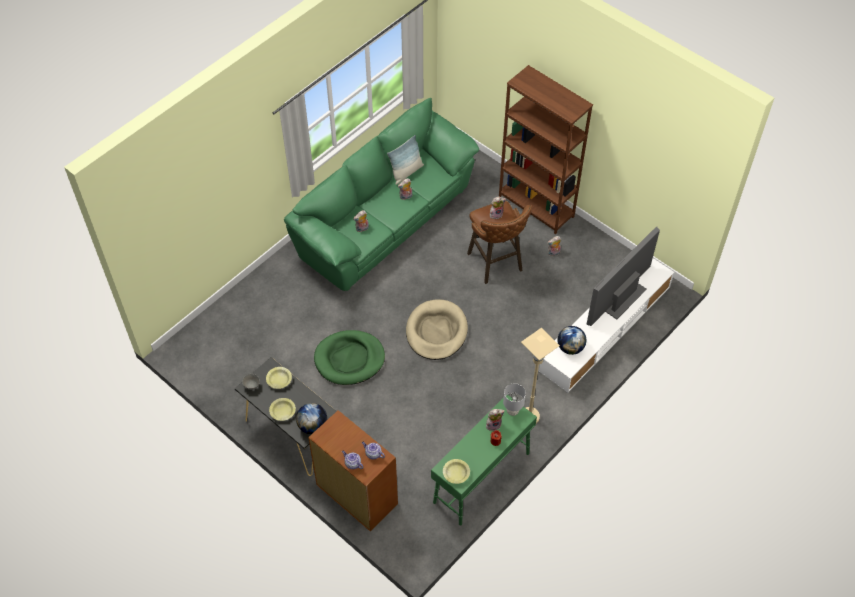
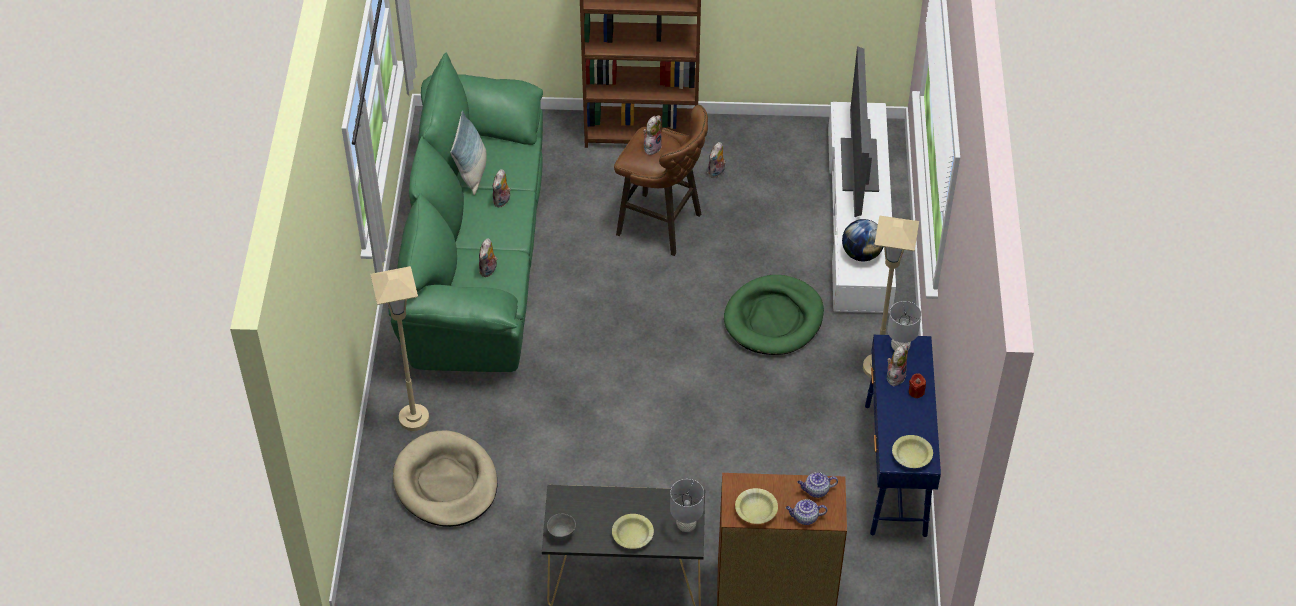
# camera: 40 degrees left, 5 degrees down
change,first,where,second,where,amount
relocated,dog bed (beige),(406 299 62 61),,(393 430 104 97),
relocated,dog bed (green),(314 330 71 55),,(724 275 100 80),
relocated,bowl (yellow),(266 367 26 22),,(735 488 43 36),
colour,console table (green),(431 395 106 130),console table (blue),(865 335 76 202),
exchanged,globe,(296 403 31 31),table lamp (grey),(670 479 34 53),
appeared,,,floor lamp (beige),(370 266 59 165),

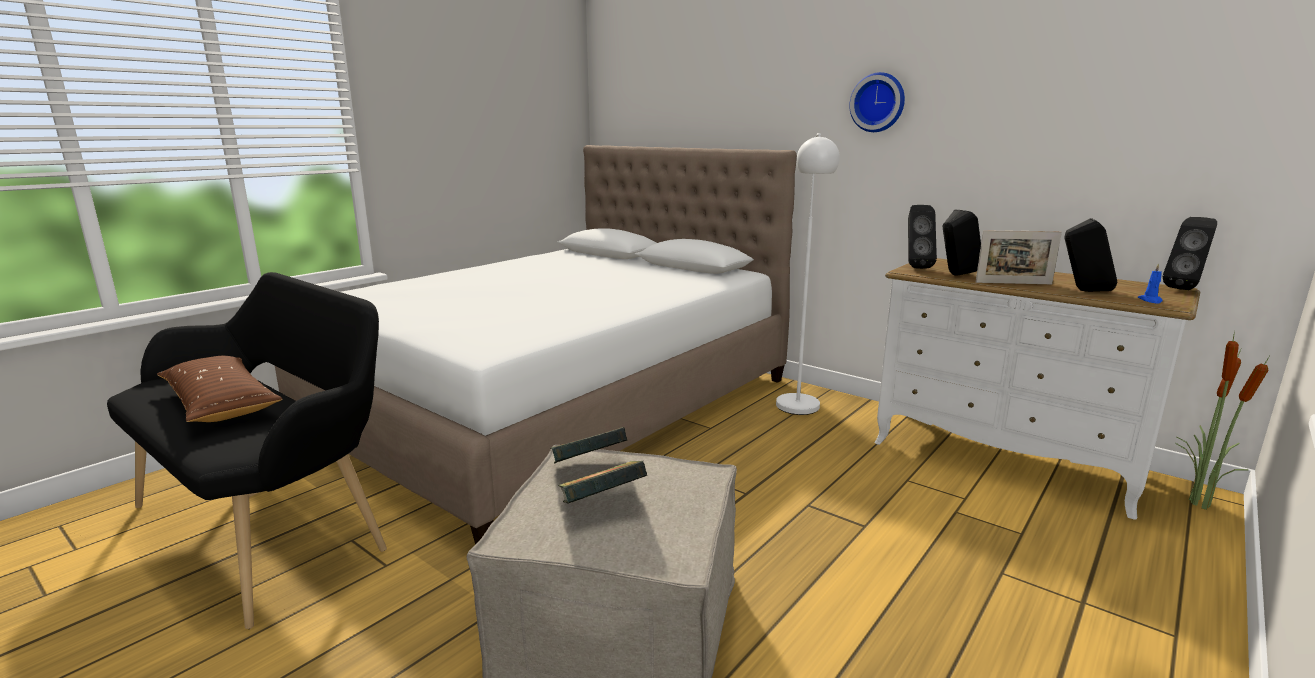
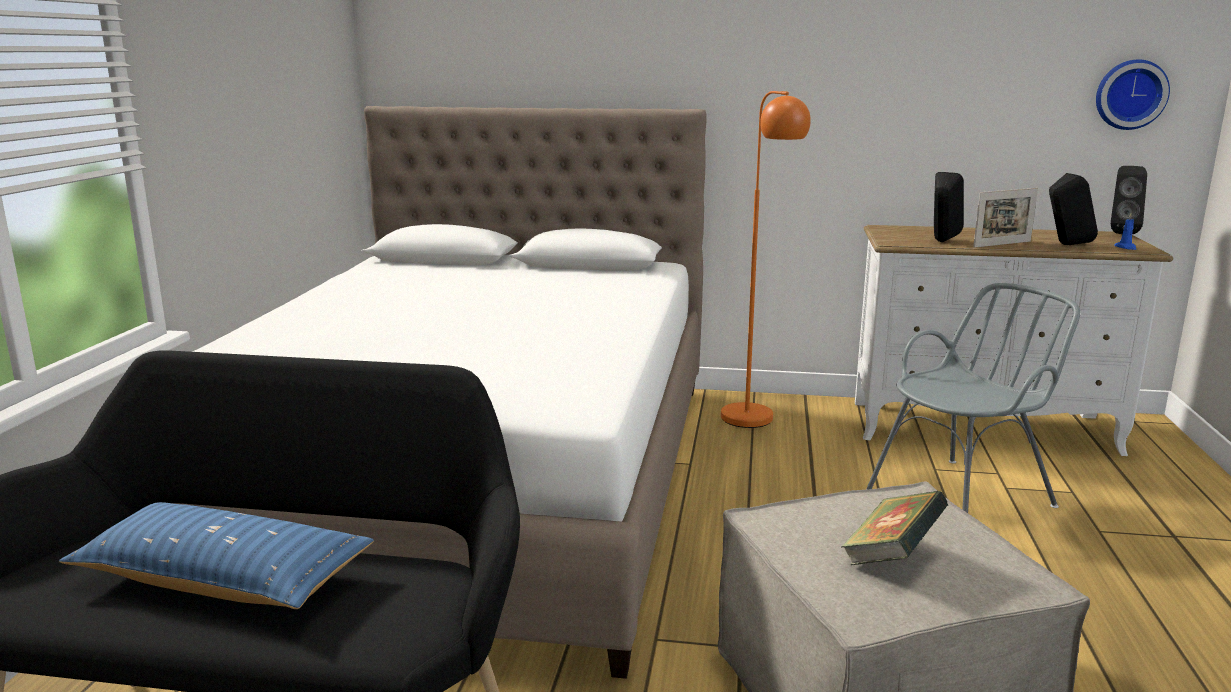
# camera: 30 degrees left, 0 degrees up
change,first,where,second,where,amount
relocated,wall clock,(849 72 56 60),,(1096 59 74 71),
colour,floor lamp (white),(776 133 64 282),floor lamp (orange),(721 91 90 337),
missing,speaker (black),(908 205 29 64),,,
missing,potted plant,(1175 330 94 180),,,
colour,pillow (brown),(157 356 126 66),pillow (blue),(59 502 315 107),
missing,book,(550 427 77 37),,,
appeared,,,chair (grey),(866 283 214 230),

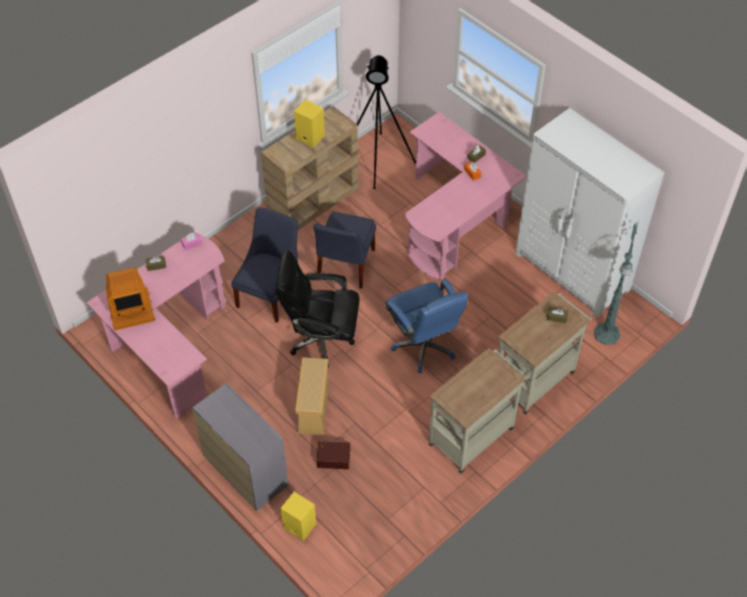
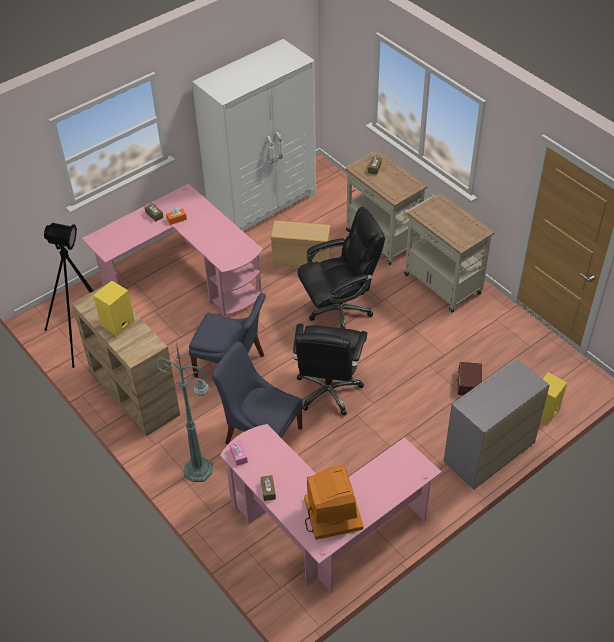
# camera: 85 degrees left, 5 degrees down
change,first,where,second,where,amount
relocated,floor lamp (green),(594 220 45 125),,(155 343 58 139),
colour,office chair (blue),(385 279 83 94),office chair (black),(298 207 87 122),
relocated,storage box (beige),(295 357 34 78),,(271 221 59 46),

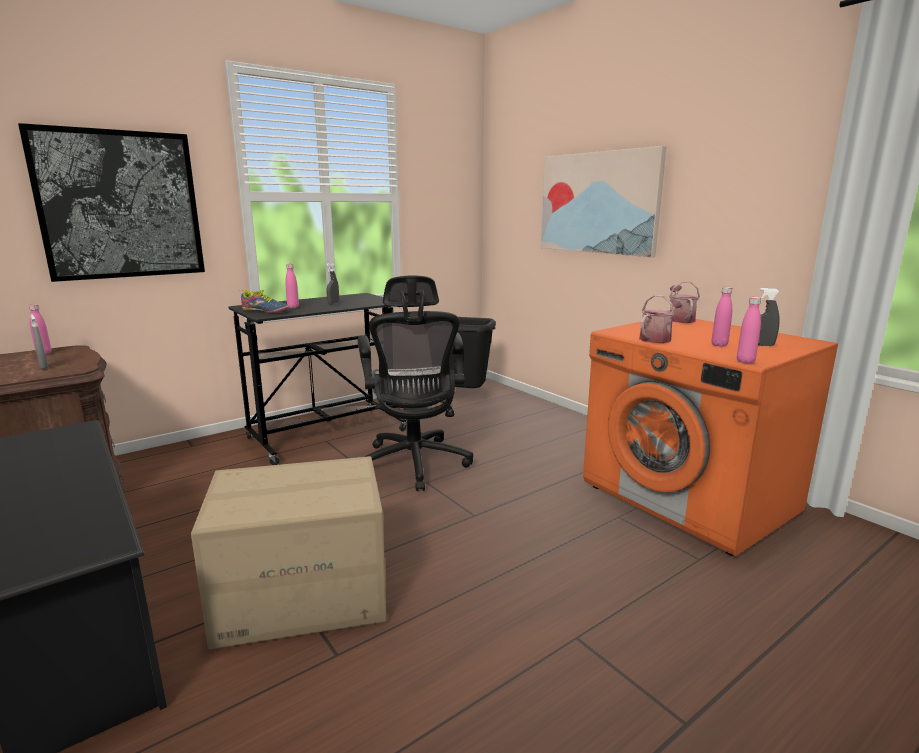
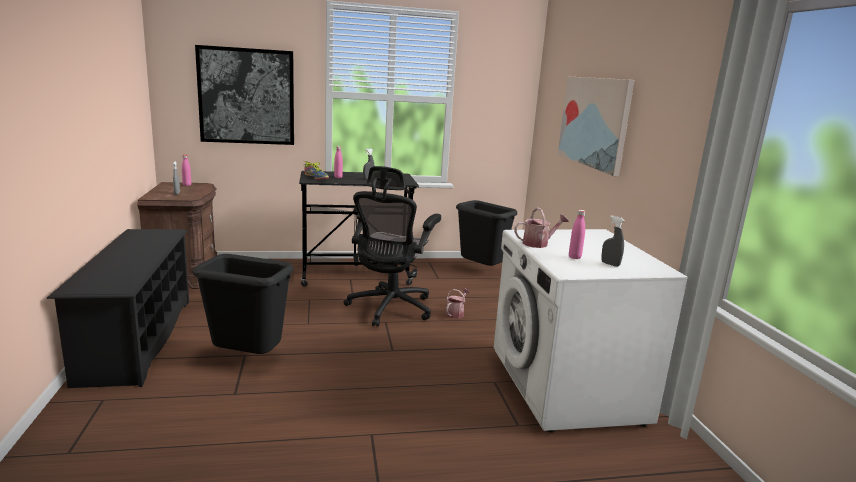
# camera: 25 degrees right, 0 degrees up
change,first,where,second,where,amount
relocated,watering can,(669 282 31 41),,(445 288 25 31),
missing,bottle (pink),(737 297 24 66),,,
colour,washing machine (orange),(583 319 255 237),washing machine (white),(494 229 194 204),
exchanged,cardboard box,(191 456 196 193),trash can (black),(193 254 101 100),

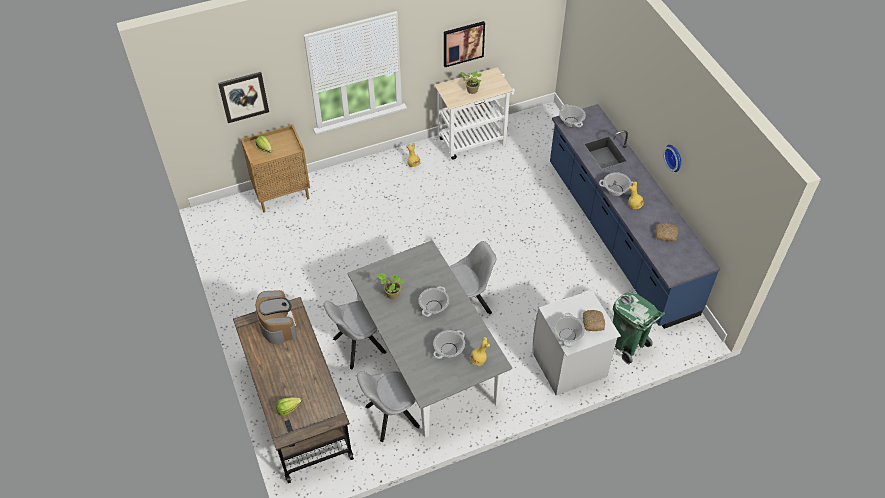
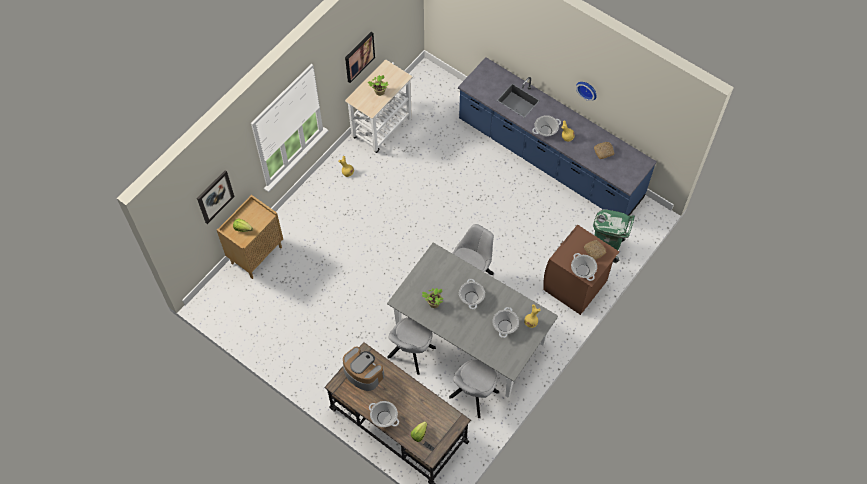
# camera: 30 degrees left, 10 degrees up
change,first,where,second,where,amount
relocated,cooking pot,(559 104 27 23),,(369 401 30 26),
colour,washing machine (white),(532 289 89 107),washing machine (brown),(543 224 76 91),

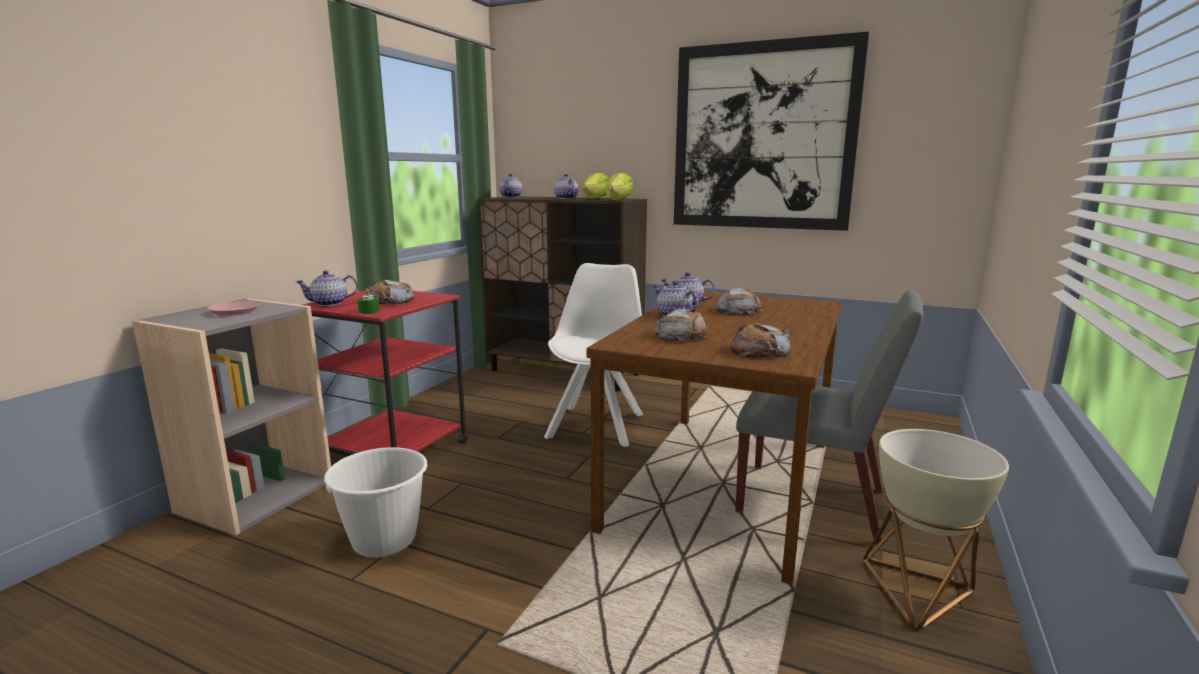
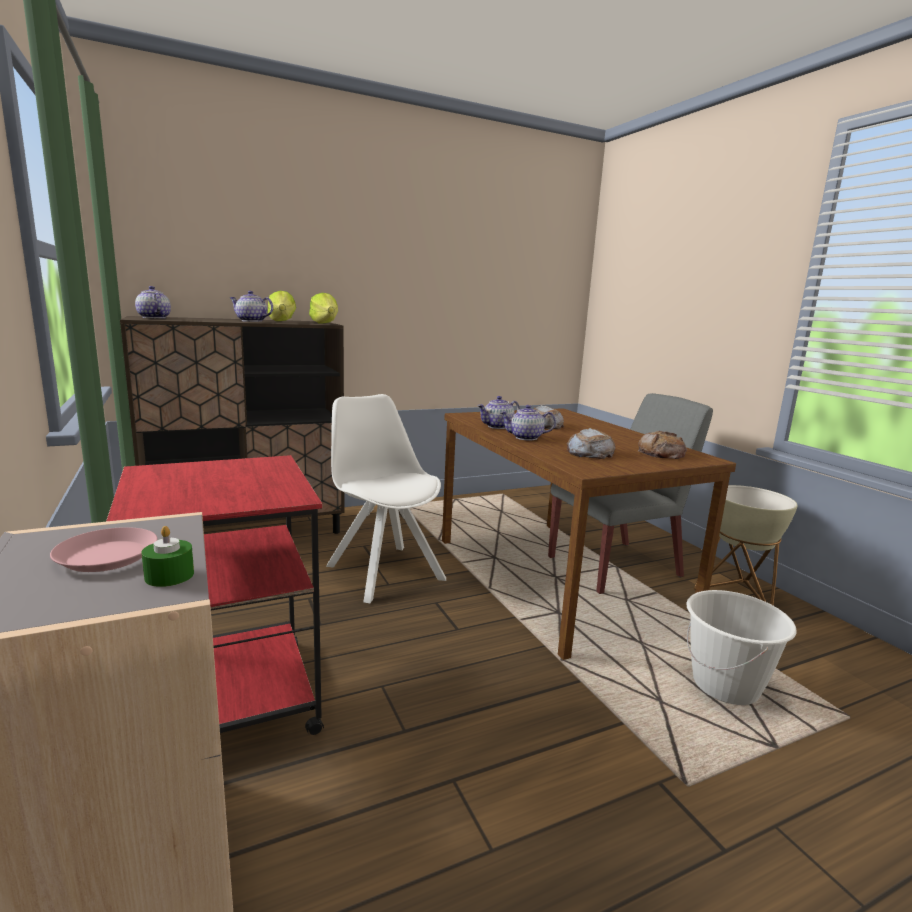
# camera: 50 degrees left, 0 degrees up
change,first,where,second,where,amount
missing,picture,(674 31 195 200),,,
missing,teapot,(295 270 63 36),,,
missing,bread,(368 280 47 24),,,
relocated,candle (green),(358 289 22 25),,(141 526 53 61),
relocated,bucket (white),(323 447 105 111),,(686 590 111 115),

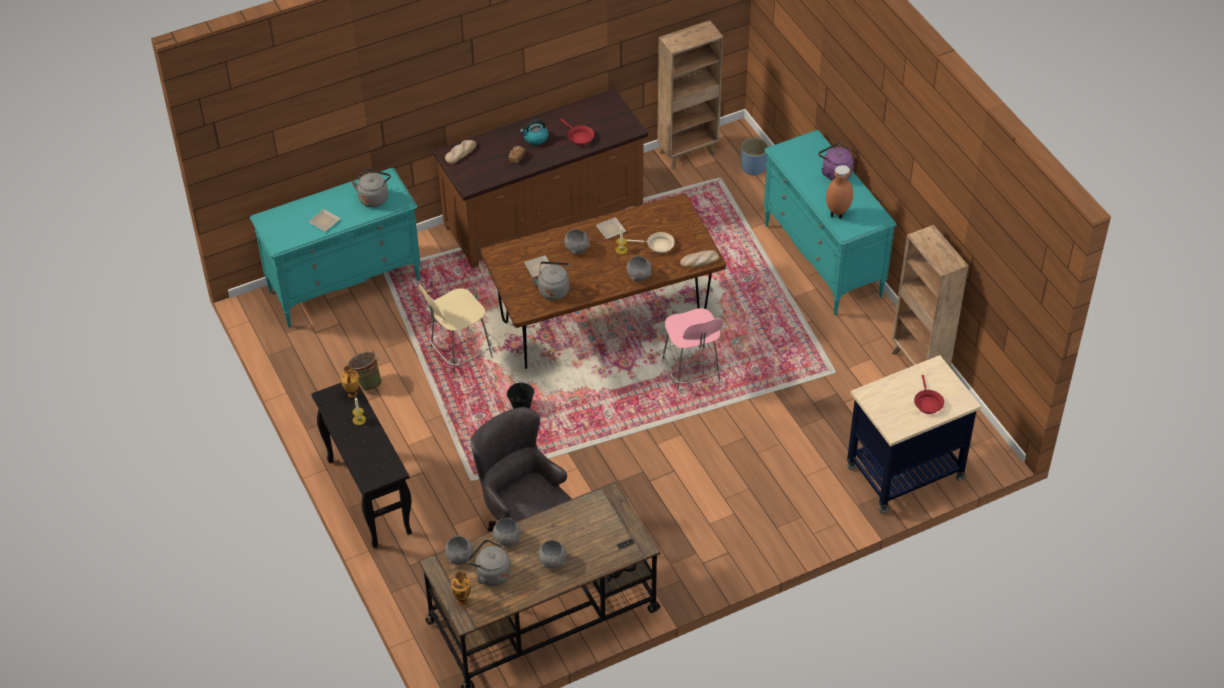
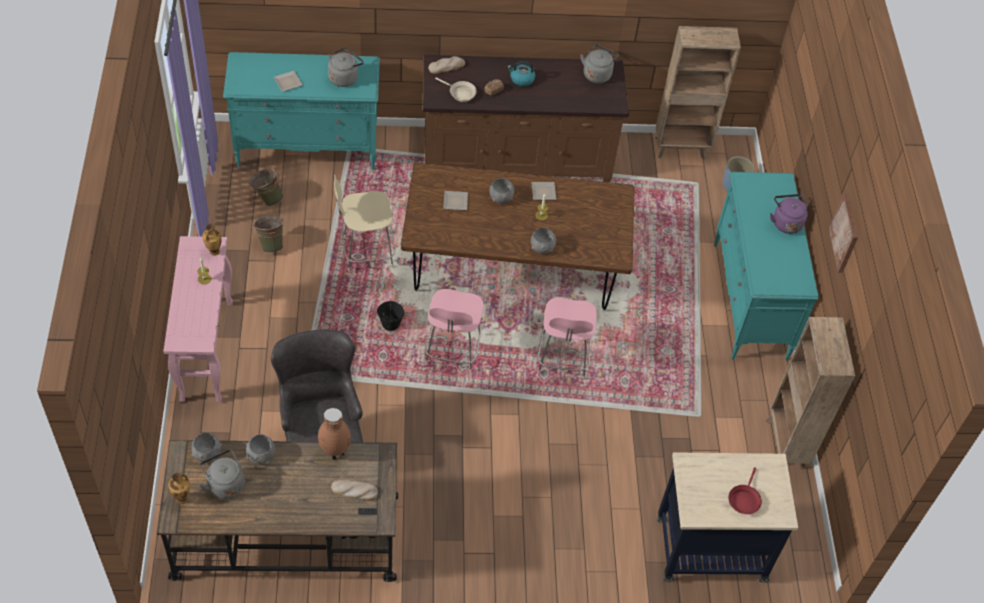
# camera: 20 degrees right, 5 degrees up
change,first,where,second,where,amount
missing,frying pan (red),(560 119 34 26),,,
relocated,vase (brown),(826 165 27 54),,(318 408 33 52),
relocated,frying pan (beige),(627 232 48 22),,(435 77 42 25),
relocated,bread,(680 250 39 18),,(331 479 47 22),
relocated,kettle (grey),(531 261 39 39),,(581 45 38 38),
colour,console table (black),(311 383 101 165),console table (pink),(163 236 70 167),
missing,bowl (grey),(538 540 28 29),,,
appeared,,,bucket (green),(249 167 34 39),
appeared,,,picture,(829 193 29 80),
appeared,,,chair (pink),(425 289 58 84),

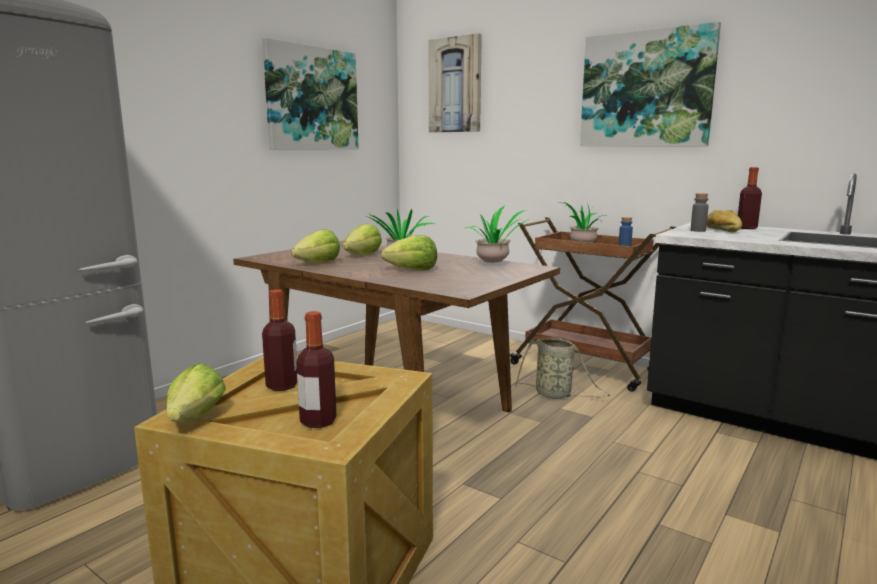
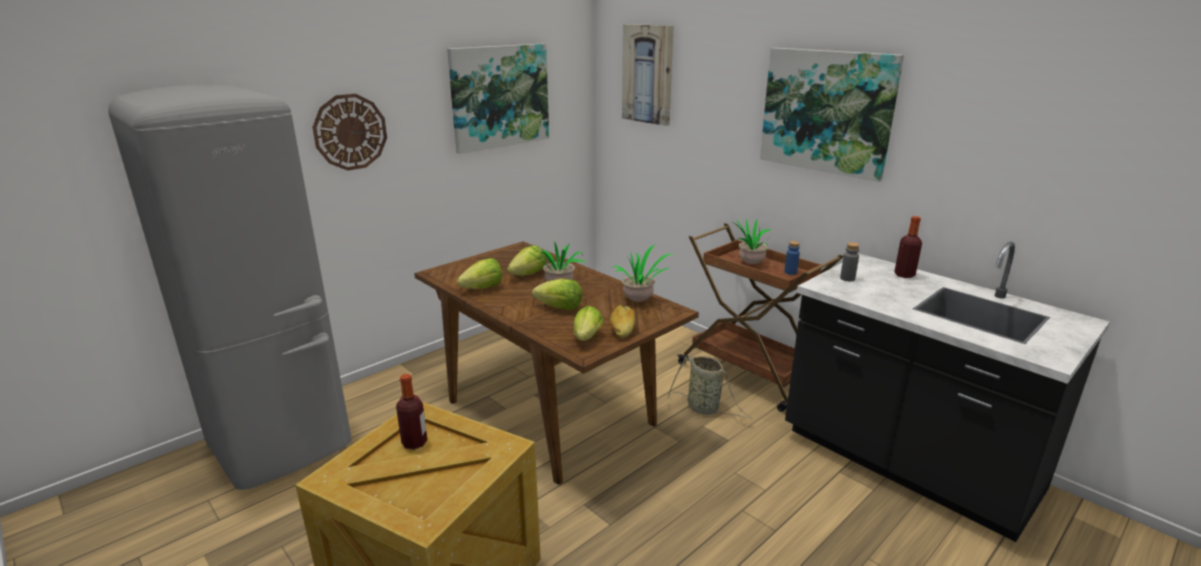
# camera: 10 degrees right, 10 degrees up
change,first,where,second,where,amount
relocated,bread,(707 210 35 22),,(610 305 25 33),
missing,bottle,(296 311 41 117),,,
relocated,lettuce,(166 363 60 59),,(573 306 31 35),
appeared,,,wall clock,(312 94 75 77),

